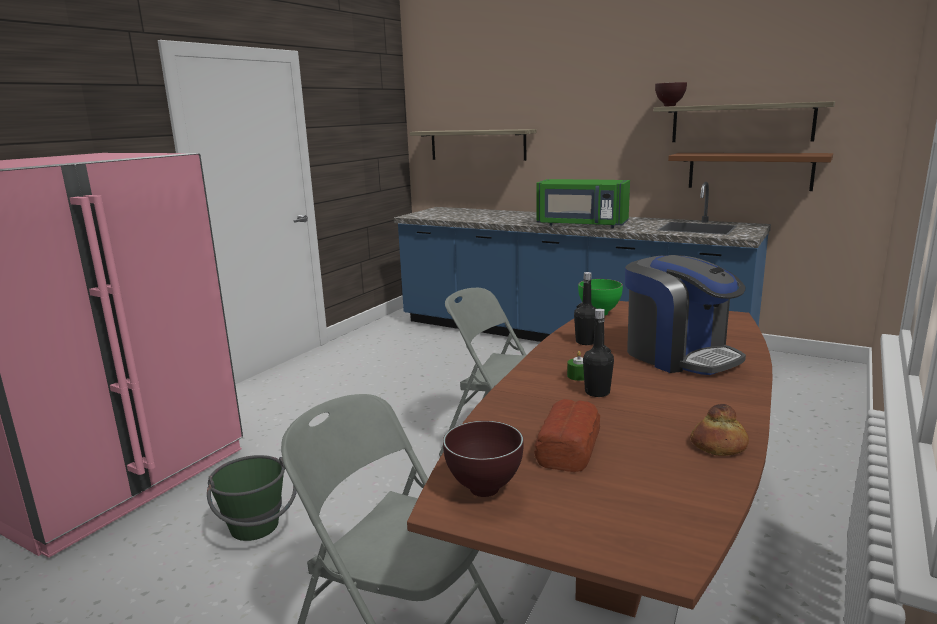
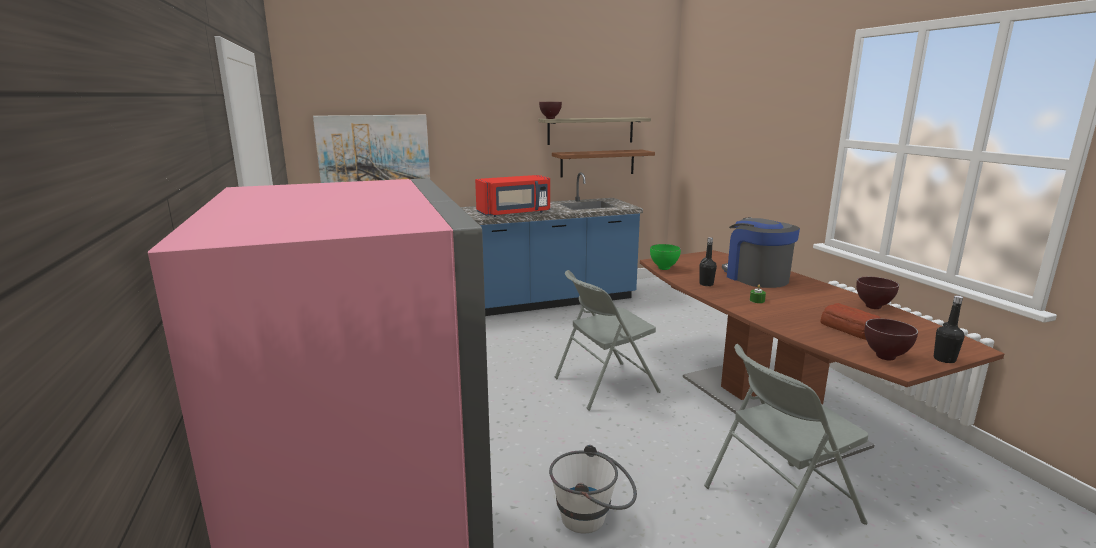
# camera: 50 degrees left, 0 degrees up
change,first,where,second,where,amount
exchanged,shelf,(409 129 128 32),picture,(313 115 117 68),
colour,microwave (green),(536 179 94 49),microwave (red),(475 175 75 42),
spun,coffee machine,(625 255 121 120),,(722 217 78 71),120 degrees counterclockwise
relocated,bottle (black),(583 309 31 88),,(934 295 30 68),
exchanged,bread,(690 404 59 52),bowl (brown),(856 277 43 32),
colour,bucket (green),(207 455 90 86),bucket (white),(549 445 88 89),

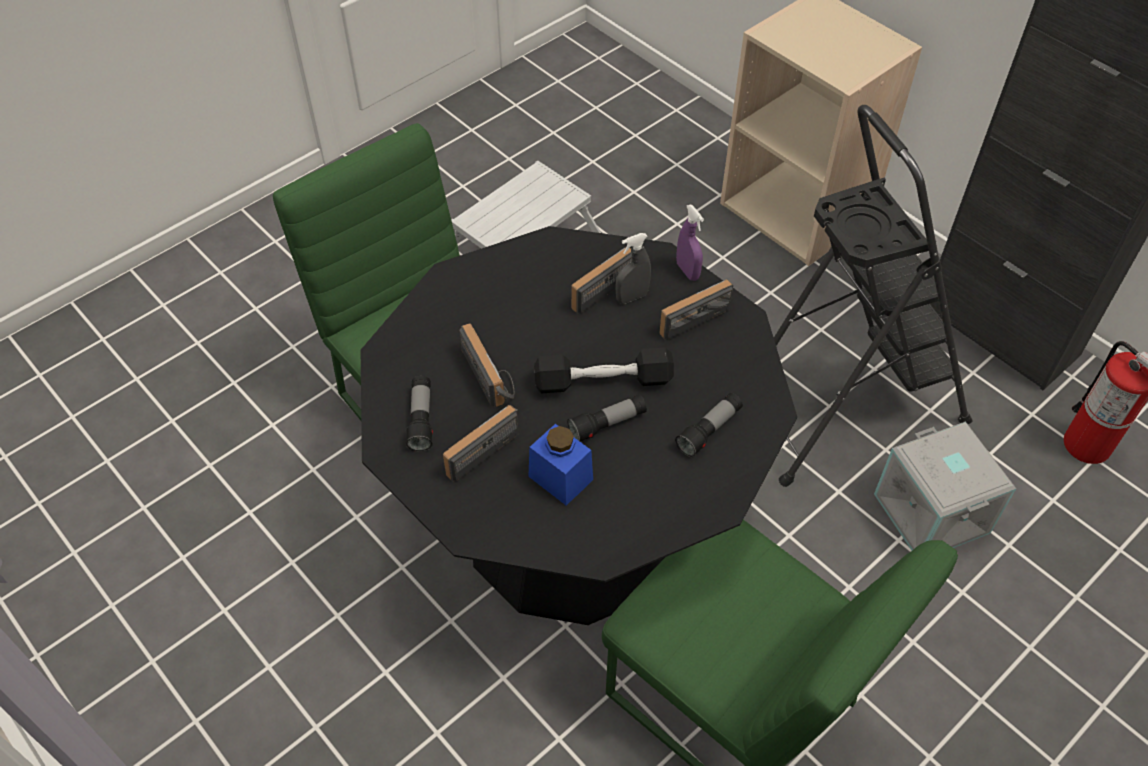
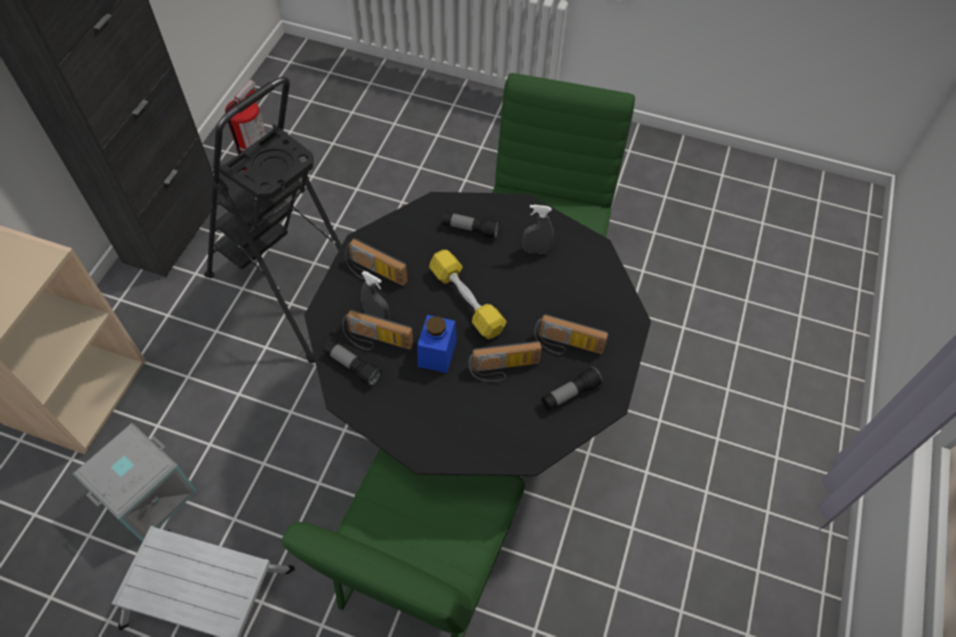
# camera: 120 degrees left, 5 degrees up
change,first,where,second,where,amount
missing,spray bottle (purple),(676 204 28 77),,,
spun,radio,(459 323 55 84),,(468 341 74 41),135 degrees counterclockwise
colour,dumbbell (black),(534 348 140 45),dumbbell (yellow),(429 250 78 89),
relocated,flashlight,(567 395 80 46),,(323 340 59 47),
relocated,storage box (grey),(874 421 142 130),,(73 423 124 119),
relocated,jar (blue),(528 424 65 82),,(417 315 40 58),
appeared,,,spray bottle (grey),(522 205 32 49),

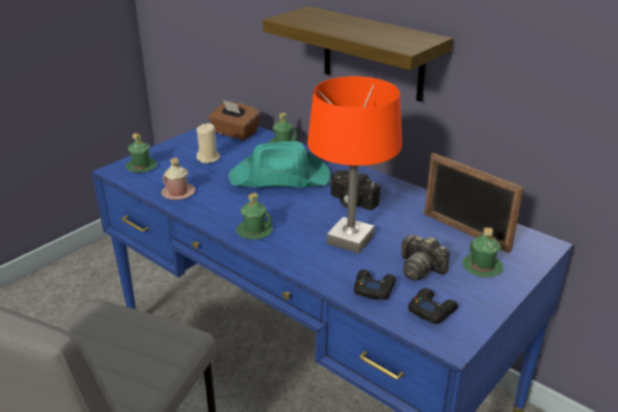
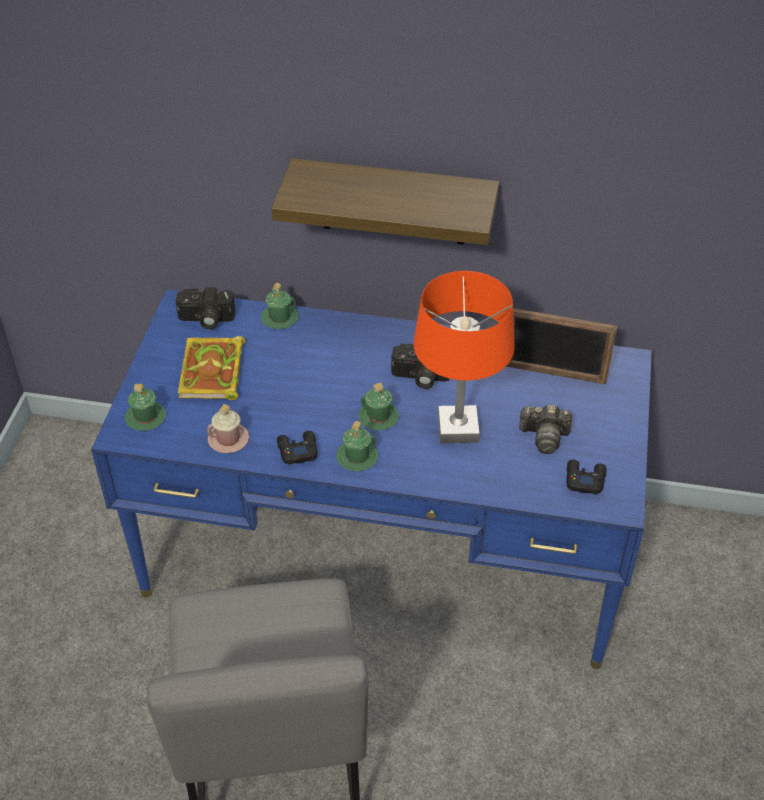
# camera: 30 degrees left, 15 degrees up
change,first,where,second,where,amount
exchanged,tissue box (brown),(209 100 51 40),photo camera,(176 287 59 43),
exchanged,candle (beige),(196 123 24 40),book,(178 336 67 64),
missing,hat (turquoise),(228 141 103 47),,,
relocated,mug (green),(462 228 41 49),,(358 382 41 48),
relocated,game controller (black),(354 269 42 31),,(277 431 40 34),

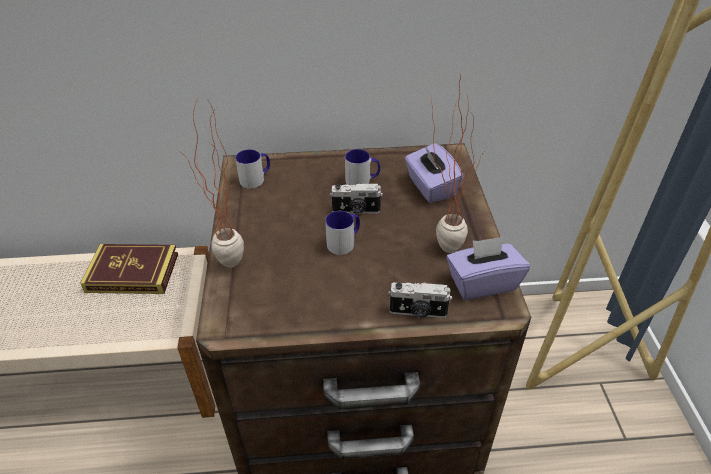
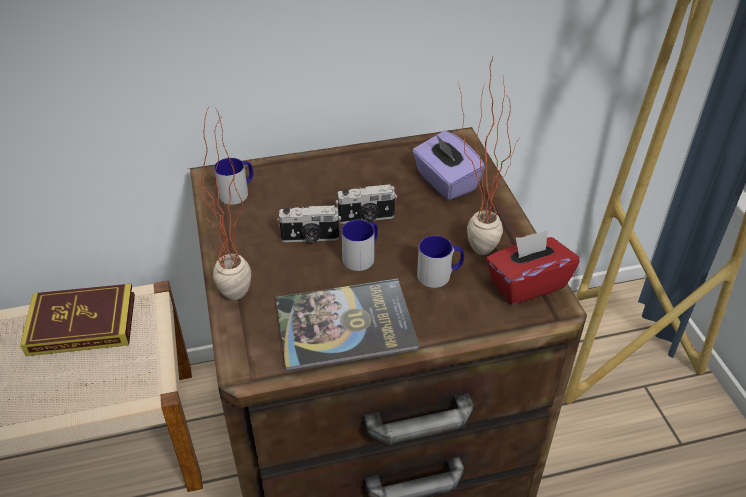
# camera: 10 degrees left, 0 degrees up
change,first,where,second,where,amount
relocated,mug,(345 149 35 36),,(417 236 47 52),
colour,tissue box (purple),(446 237 84 63),tissue box (red),(486 230 94 75),
relocated,photo camera,(388 282 64 36),,(277 205 64 37),
appeared,,,book,(275 278 144 94),

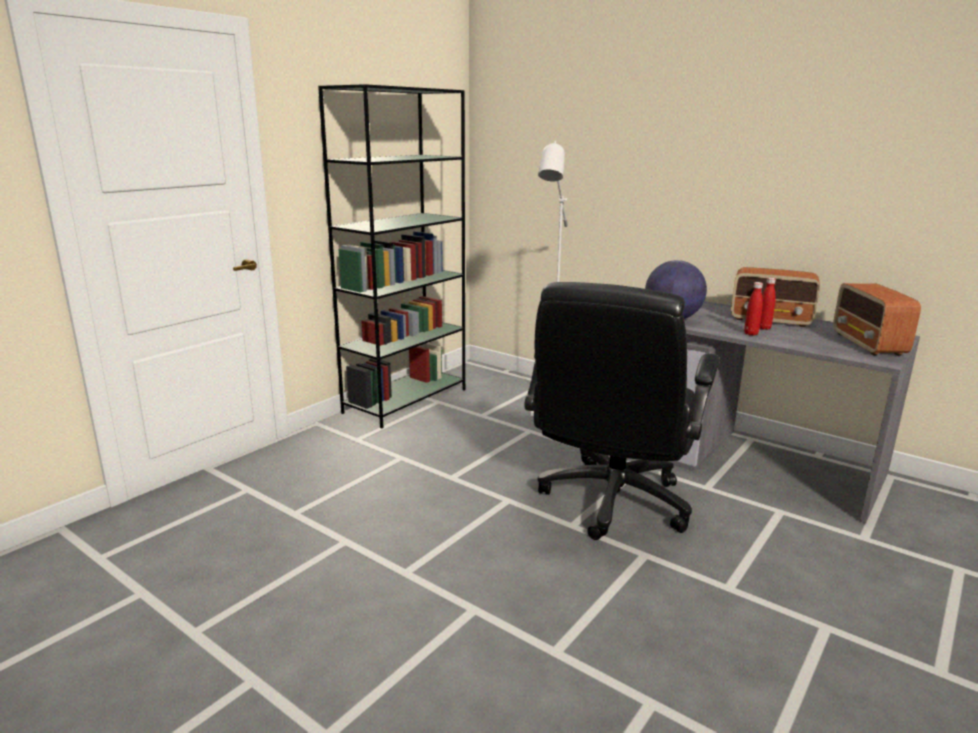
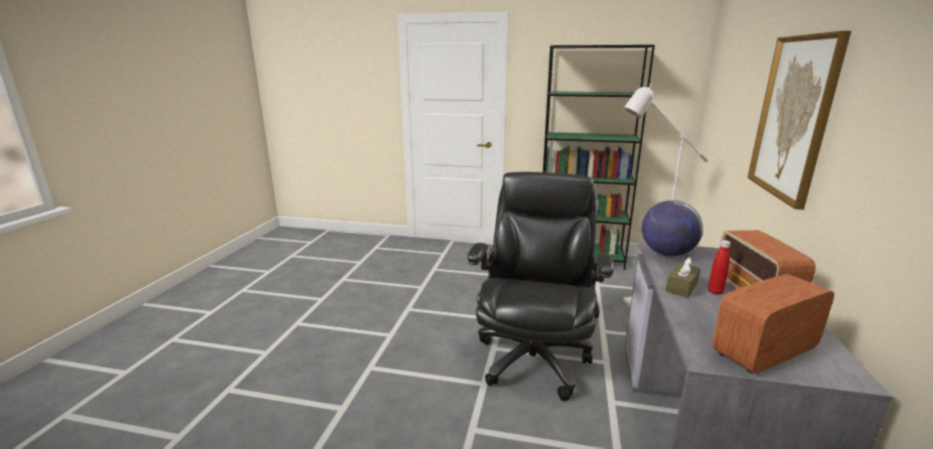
# camera: 65 degrees right, 0 degrees up
change,first,where,second,where,amount
spun,office chair (black),(524 282 196 258),,(468 172 146 229),105 degrees clockwise
exchanged,bottle (red),(744 282 19 54),tissue box (brown),(666 257 35 41),
appeared,,,picture,(747 31 104 179),

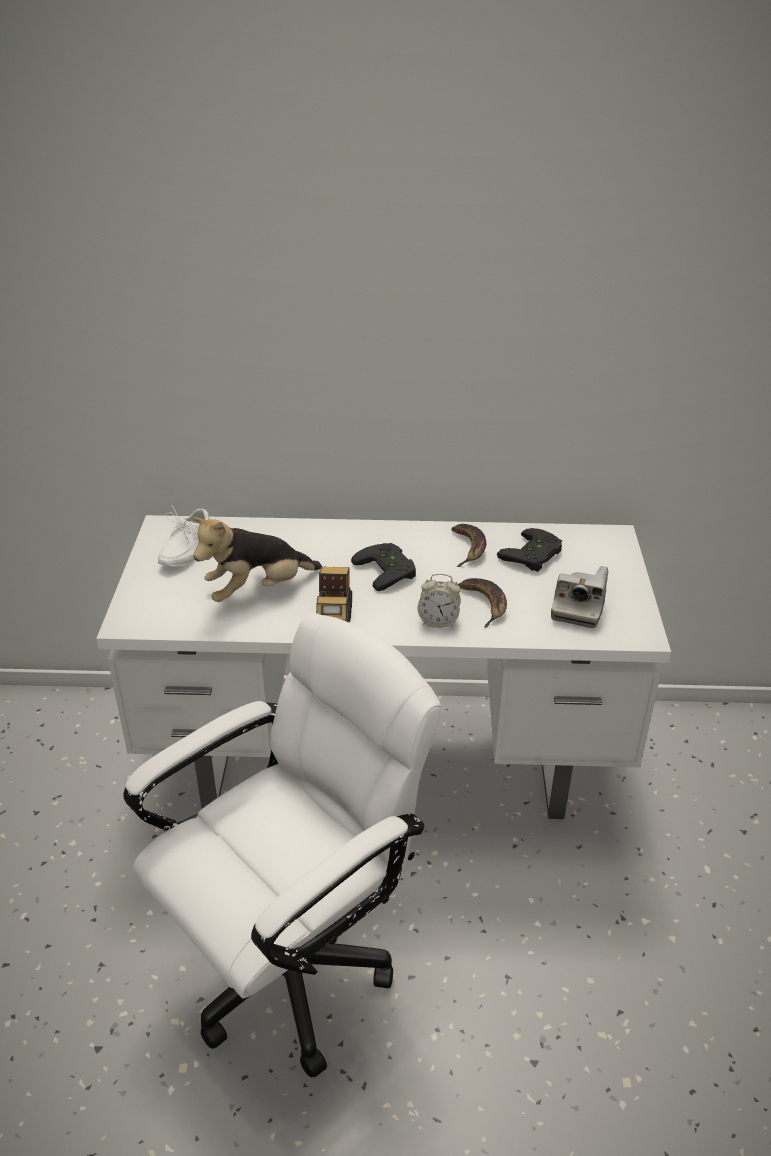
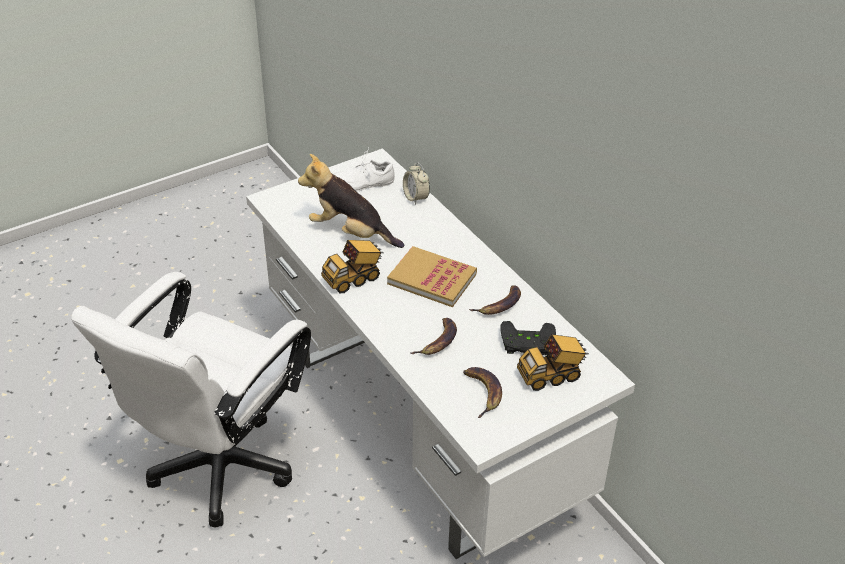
# camera: 55 degrees right, 5 degrees up
change,first,where,second,where,amount
exchanged,game controller (black),(351 543 65 48),book,(387 246 90 61),
exchanged,photo camera,(551 566 57 62),banana,(463 367 39 51),
relocated,alarm clock,(417 574 44 54),,(403 162 27 43),
spun,office chair (white),(123 613 318 465),,(71 272 240 255),105 degrees clockwise
appeared,,,toy truck,(517 334 72 57),

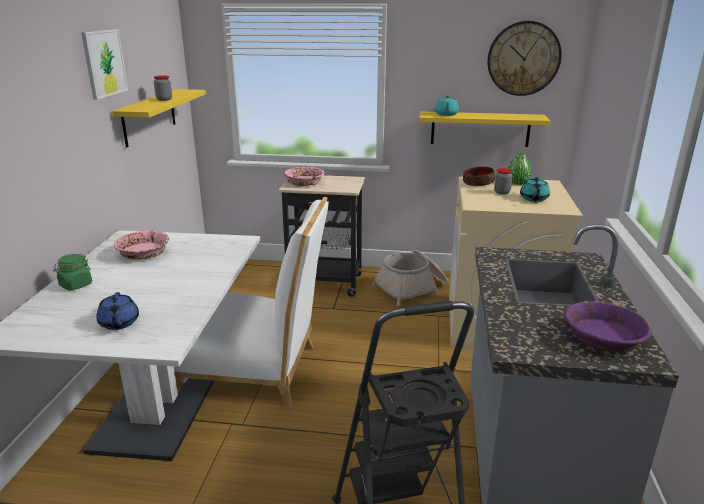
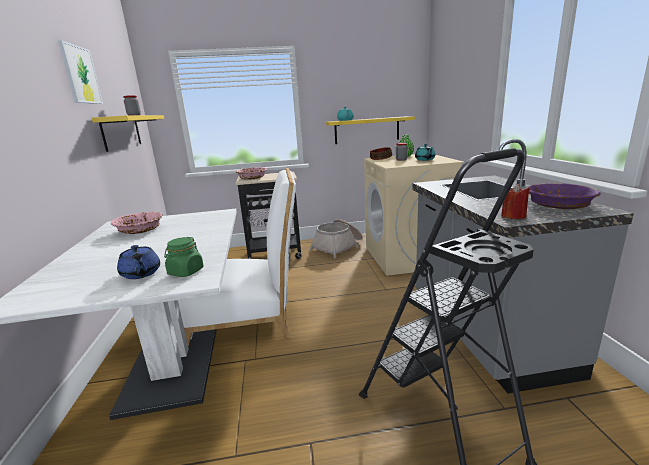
# camera: 15 degrees left, 5 degrees down
change,first,where,second,where,amount
missing,wall clock,(487 21 75 75),,,
relocated,jar (green),(53 254 39 37),,(164 237 40 40),
appeared,,,candle (red),(501 184 29 35),

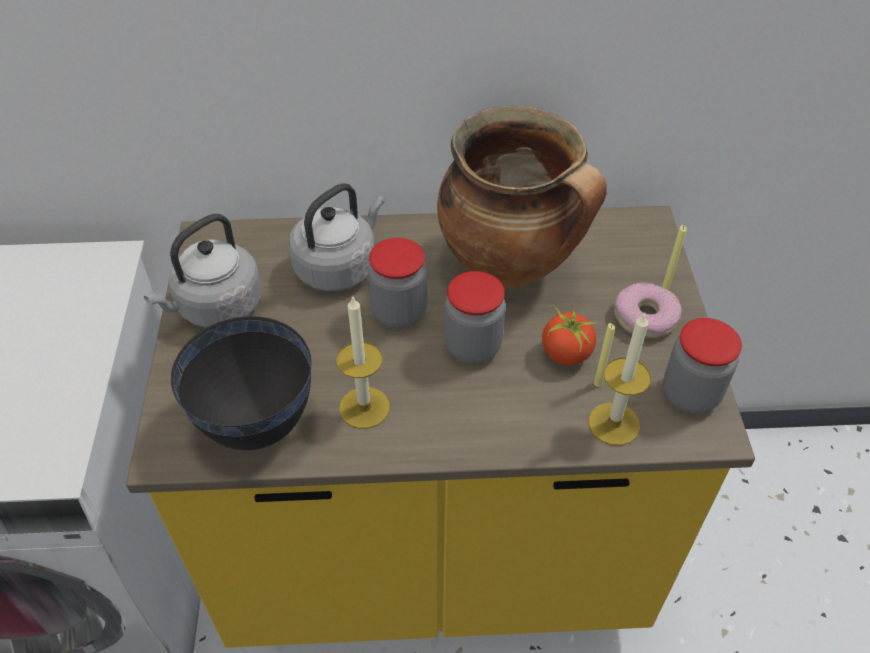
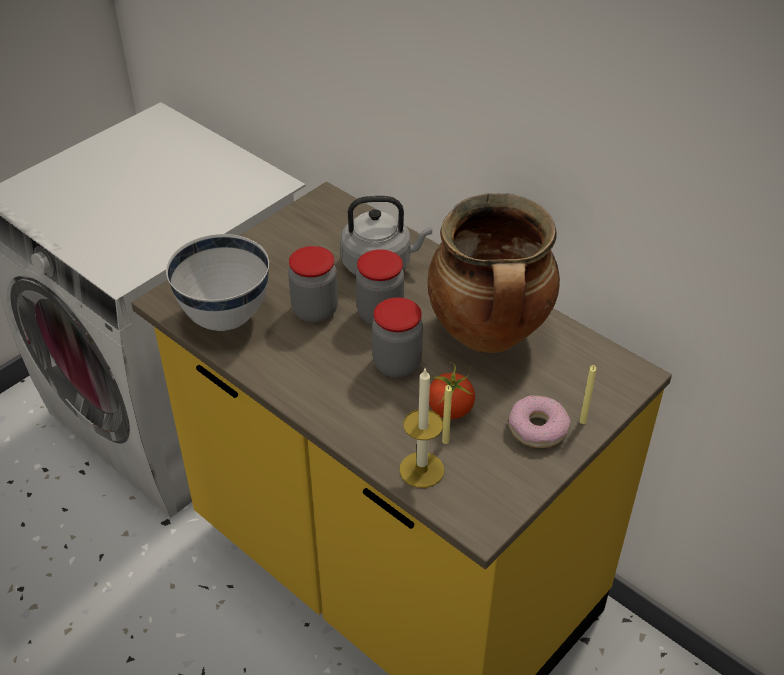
# camera: 45 degrees right, 5 degrees down
change,first,where,second,where,amount
missing,kettle (grey),(144 214 118 114),,,
missing,candle,(336 295 54 134),,,
colour,bowl (black),(171 316 141 134),bowl (white),(166 234 103 97),
relocated,jar,(663 318 79 96),,(288 246 50 77),

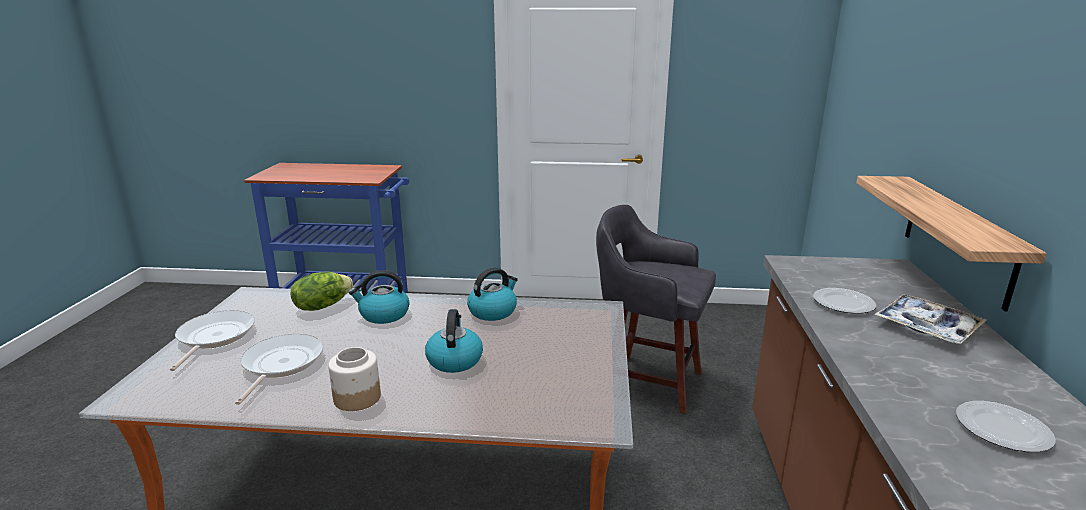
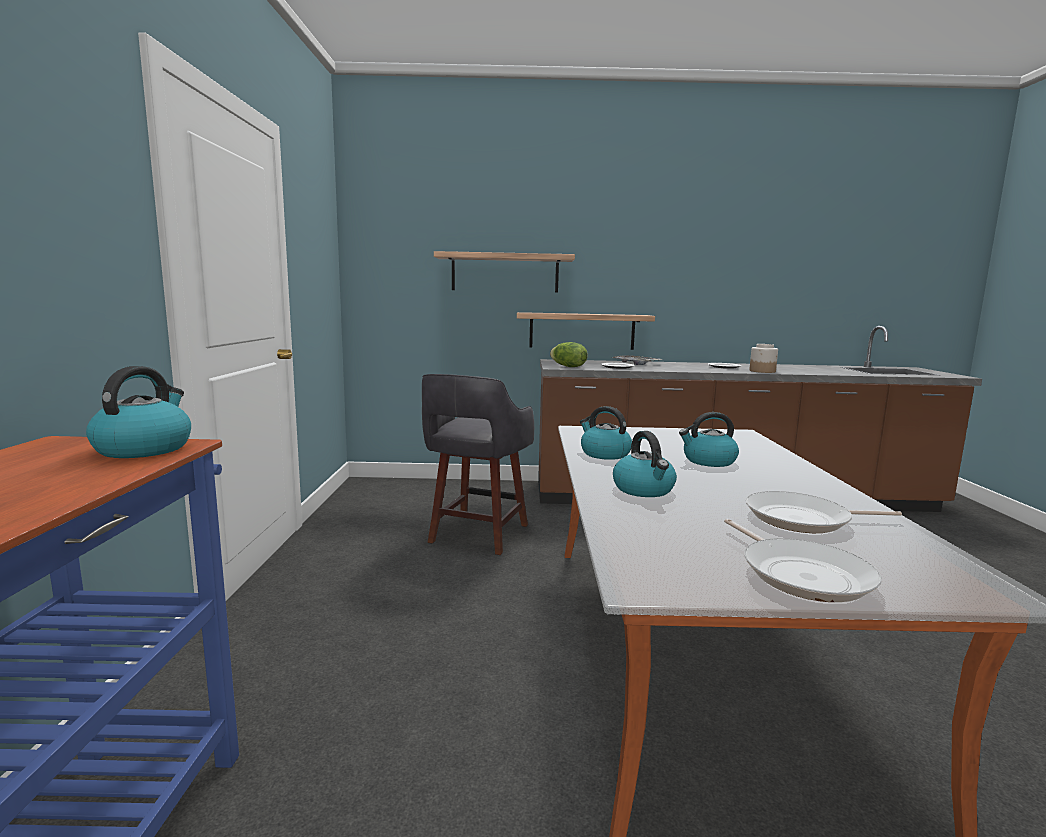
# camera: 95 degrees left, 10 degrees down
change,first,where,second,where,amount
relocated,lettuce,(291 272 62 39),,(550 342 38 25),
spun,frying pan,(170 310 85 61),,(724 519 158 83),105 degrees counterclockwise
relocated,jar,(328 347 53 64),,(749 344 29 29),
appeared,,,shelf,(434 251 141 41),
appeared,,,kettle,(86 366 105 92),

